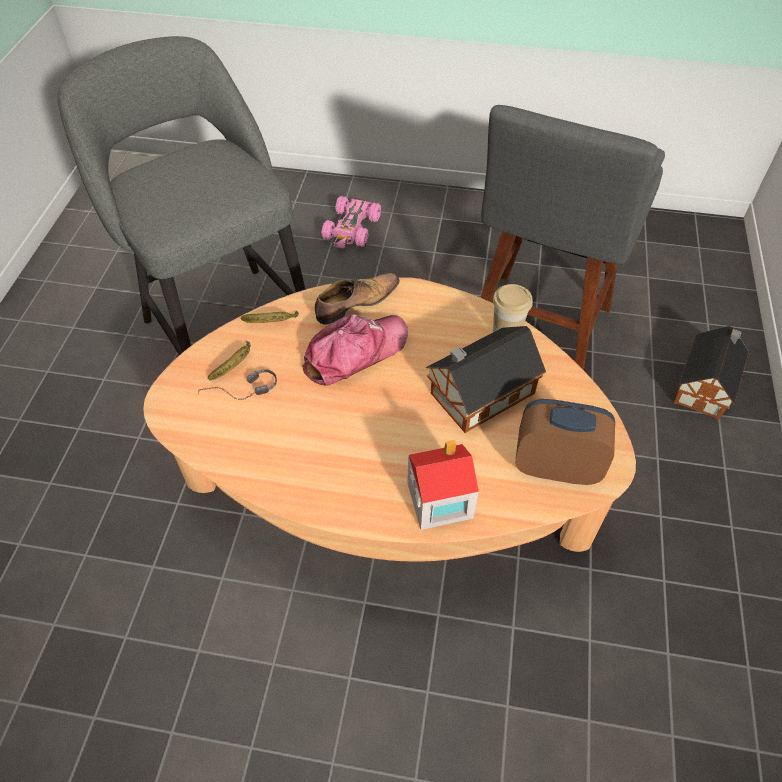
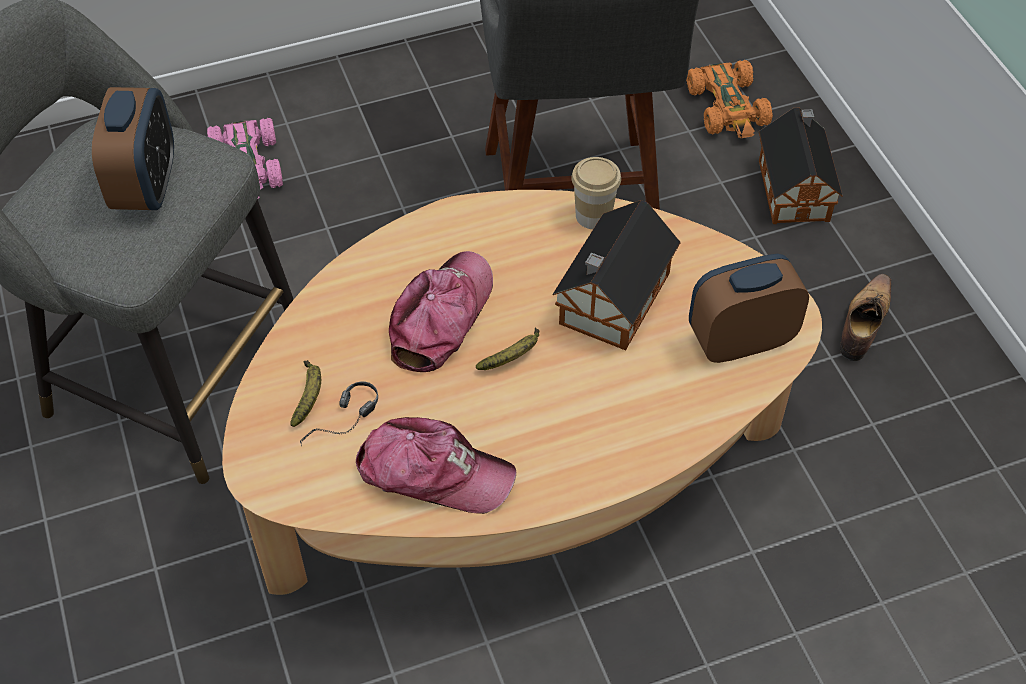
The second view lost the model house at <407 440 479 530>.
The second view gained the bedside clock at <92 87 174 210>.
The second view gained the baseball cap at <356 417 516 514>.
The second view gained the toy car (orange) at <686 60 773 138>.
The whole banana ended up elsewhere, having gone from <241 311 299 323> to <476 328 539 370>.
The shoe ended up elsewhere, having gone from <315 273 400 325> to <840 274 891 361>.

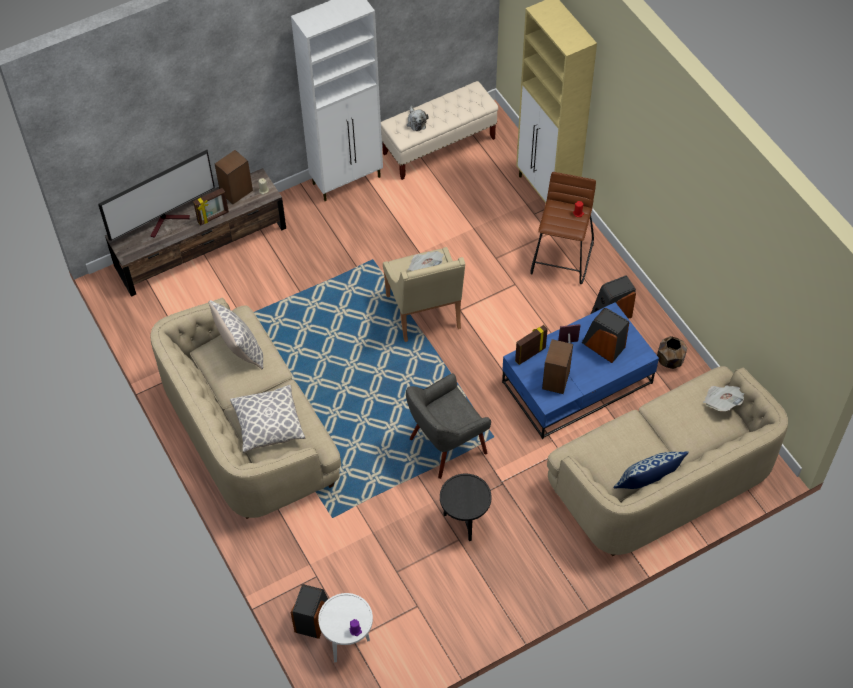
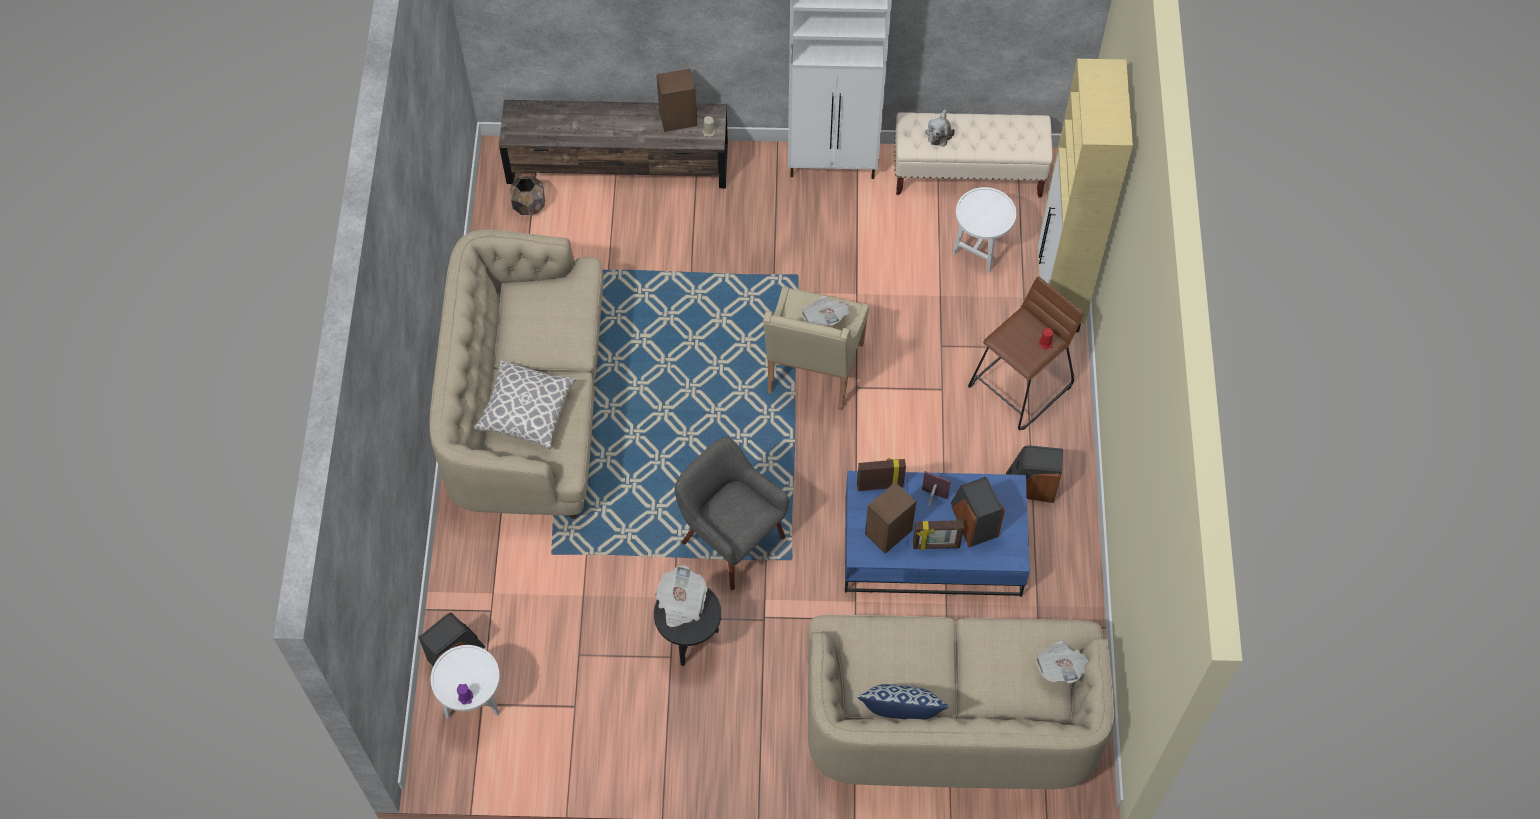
The second view lost the television at <98 150 215 241>.
The second view lost the cushion at <208 300 263 370>.
The second view gained the printed paper at <655 565 708 627>.
The second view gained the side table (white-coloured) at <952 187 1016 273>.
The standing frame ended up elsewhere, having gone from <193 188 229 226> to <913 520 964 550>.
The flower pot (brownish) ended up elsewhere, having gone from <657 336 687 369> to <510 176 545 215>.
The easy chair (greyish) at <406 373 491 479> ended up facing another way, 45 degrees clockwise from before.

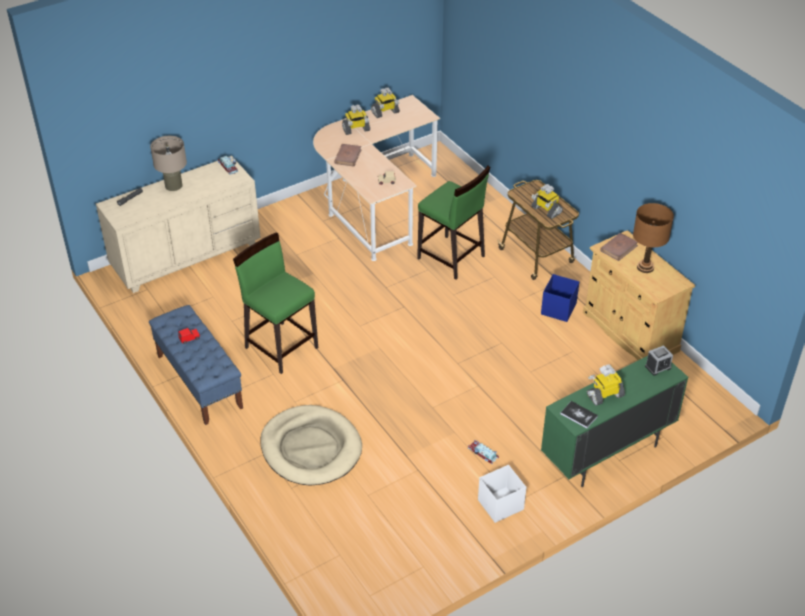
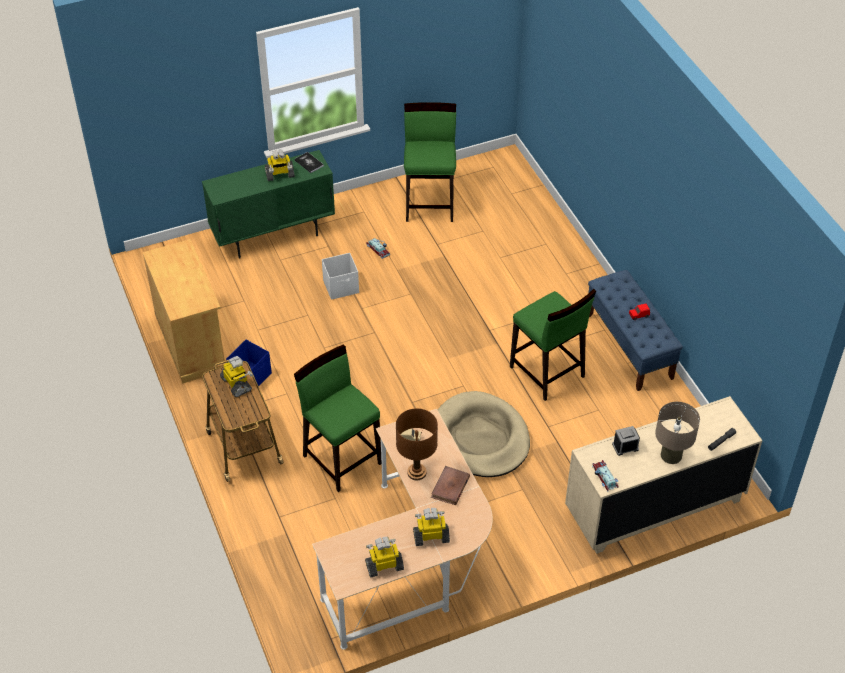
The second view lost the volume (brownish) at <600 233 638 261>.
The second view gained the stool (green-coloured) at <404 102 456 222>.
The dog bed (beige) ended up elsewhere, having gone from <260 405 362 486> to <438 391 530 477>.
The storage box (white-coloured) ended up elsewhere, having gone from <478 465 526 523> to <322 253 359 300>.
The tabletop lamp (brownish) ended up elsewhere, having gone from <633 203 674 273> to <396 408 438 480>.
The bedside clock ended up elsewhere, having gone from <645 345 673 376> to <612 426 640 456>.

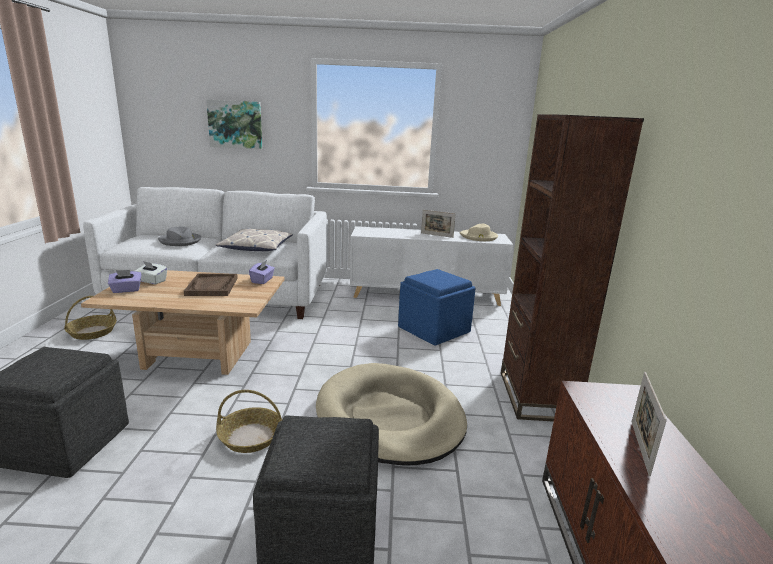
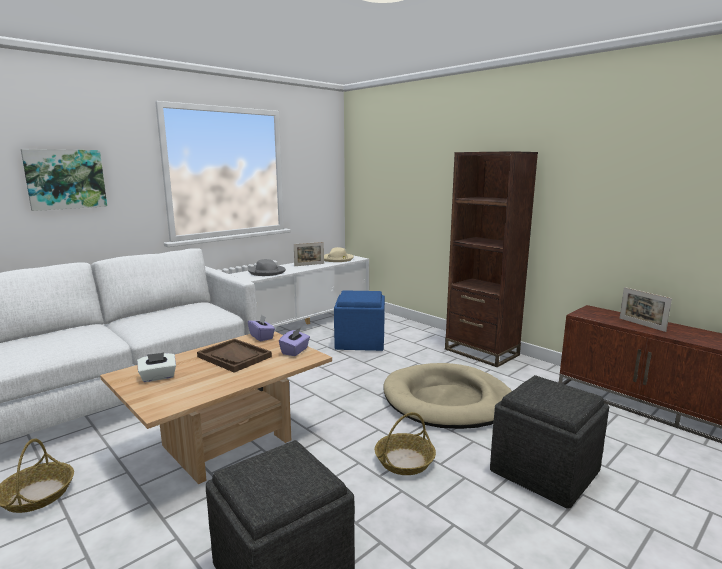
The second view lost the cushion at <216 228 293 251>.
The tissue box (purple) ended up elsewhere, having gone from <108 270 142 293> to <279 328 310 356>.
The hat (greyish) ended up elsewhere, having gone from <158 226 201 246> to <248 259 286 276>.

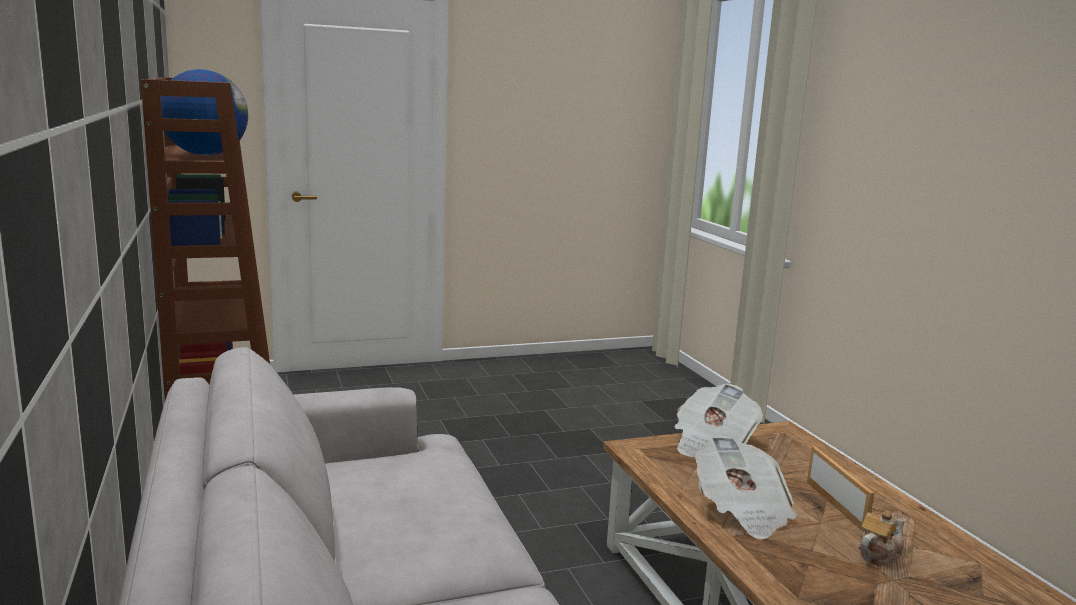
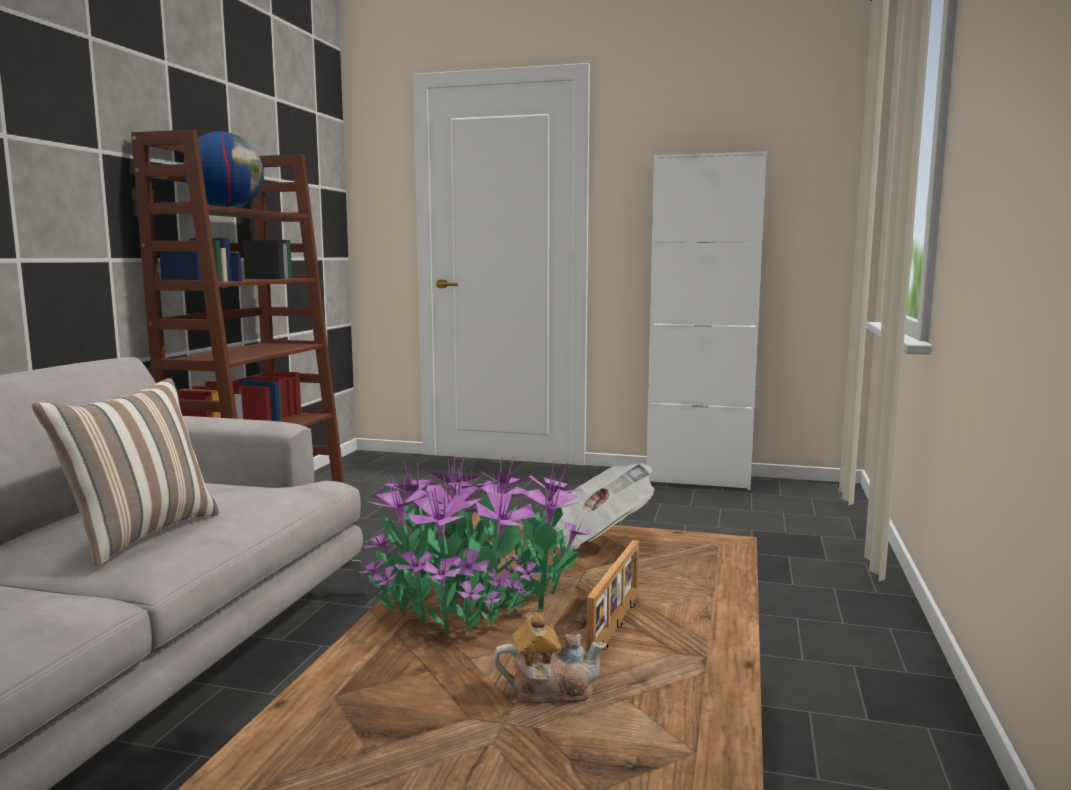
The second view gained the cushion at <32 378 219 566>.
The second view gained the storage cabinet (white-coloured) at <647 152 766 490>.
Where the printed paper stood at <695 435 797 540>, the plant in a pot came to stand at <359 456 591 633>.

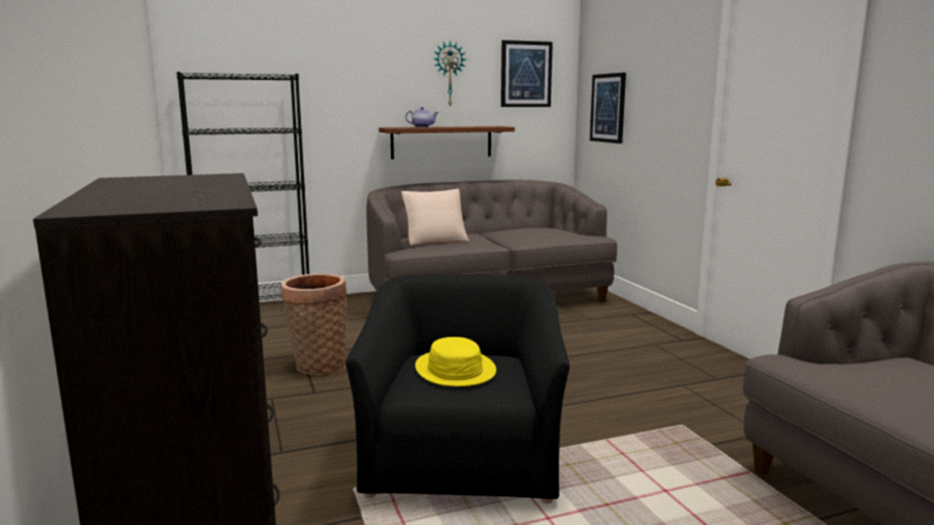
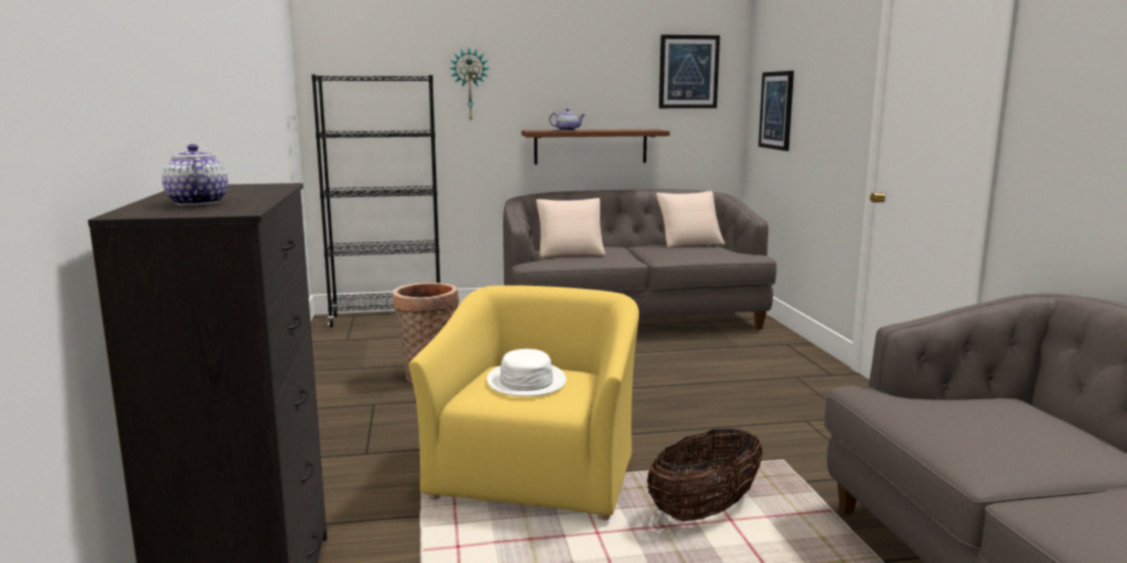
The second view gained the tea pot at <162 144 228 205>.
The second view gained the household basket at <647 429 763 521>.
The second view gained the cushion (beige) at <656 191 725 248>.
The clock on the wall ended up elsewhere, having gone from <434 41 467 108> to <449 48 490 121>.
What was the easy chair (black-coloured) at <346 274 570 504> turned into the easy chair (yellowish) at <409 285 639 520>.
What was the hat (yellowish) at <415 337 496 386> turned into the hat (white-coloured) at <487 349 566 396>.

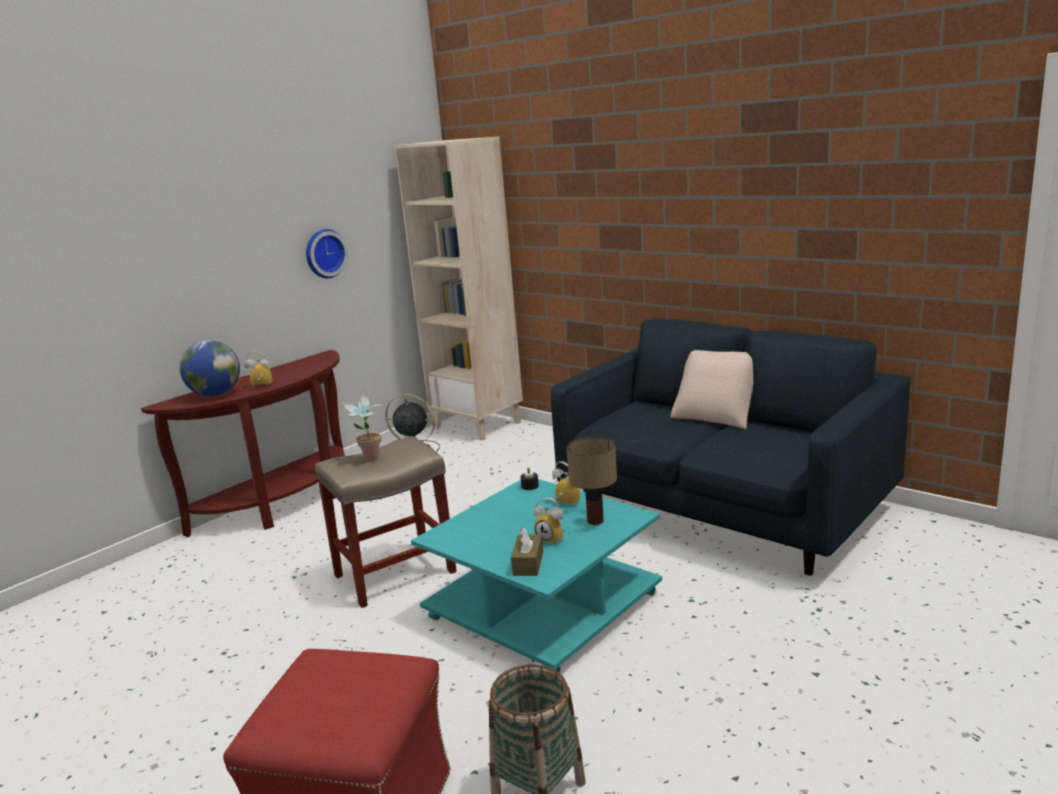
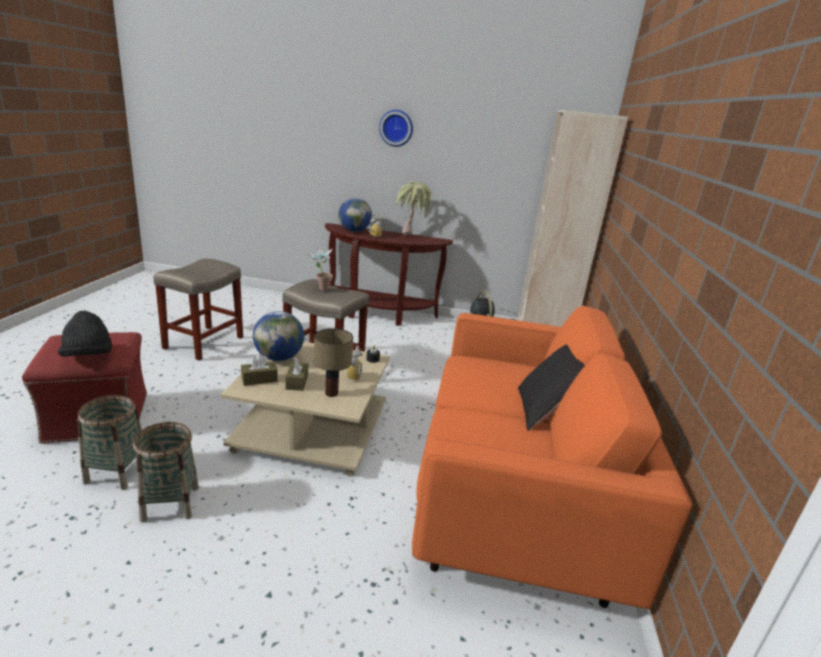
The second view gained the hat (black-coloured) at <58 310 112 357>.
The second view gained the household basket at <133 422 199 523>.
The second view gained the stool (beige) at <154 259 243 361>.
The second view gained the desk globe at <253 311 304 361>.
The second view gained the plant in a pot at <395 181 433 236>.
The clock on the wall ended up elsewhere, having gone from <306 229 348 278> to <379 110 413 147>.
Where the bedside clock stood at <534 498 564 545>, the tissue box (brownish) came to stand at <286 357 308 391>.
What was the low table (turquoise) at <411 479 662 673> turned into the low table (beige) at <220 342 390 476>.
What was the sofa (blue-coloured) at <551 318 910 576> turned into the sofa (orange) at <412 306 692 609>.
What was the cushion (beige) at <670 350 753 429> turned into the cushion (black-coloured) at <518 344 585 431>.

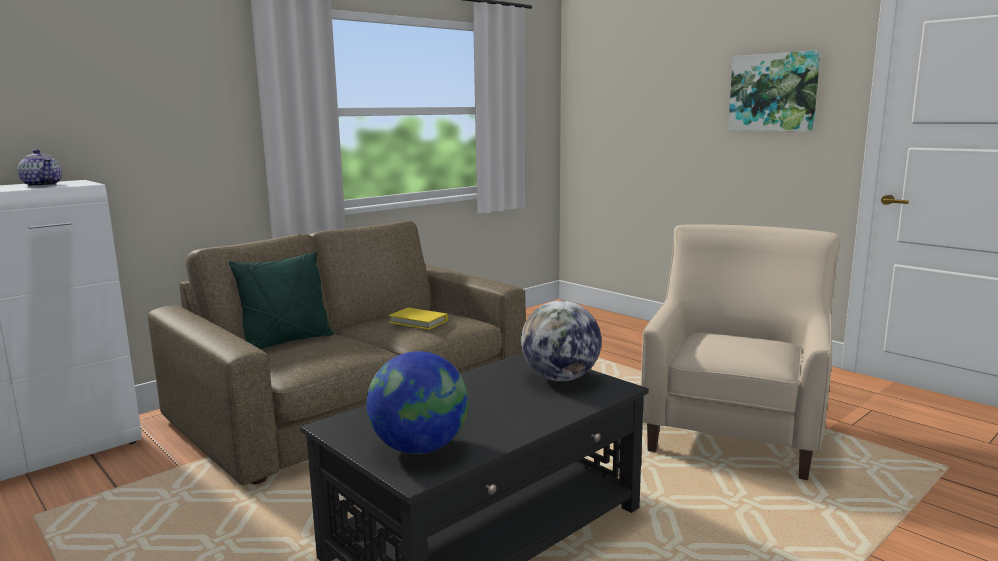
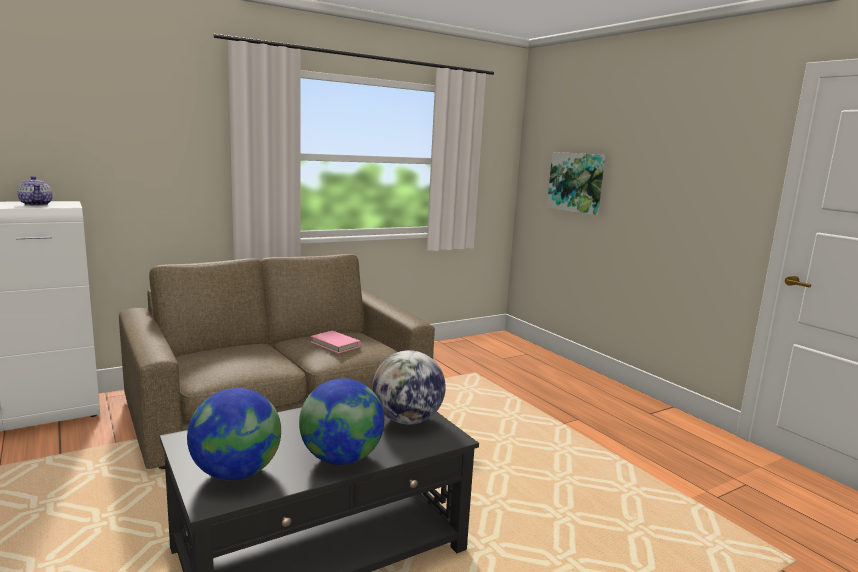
The second view lost the cushion (green-coloured) at <229 252 334 349>.
The second view lost the easy chair (beige) at <641 224 840 480>.
The second view gained the desk globe at <299 378 384 465>.
The wall art ended up elsewhere, having gone from <728 50 821 131> to <547 152 605 216>.
What was the volume (yellowish) at <388 308 448 330> turned into the volume (pink-coloured) at <311 331 361 354>.

